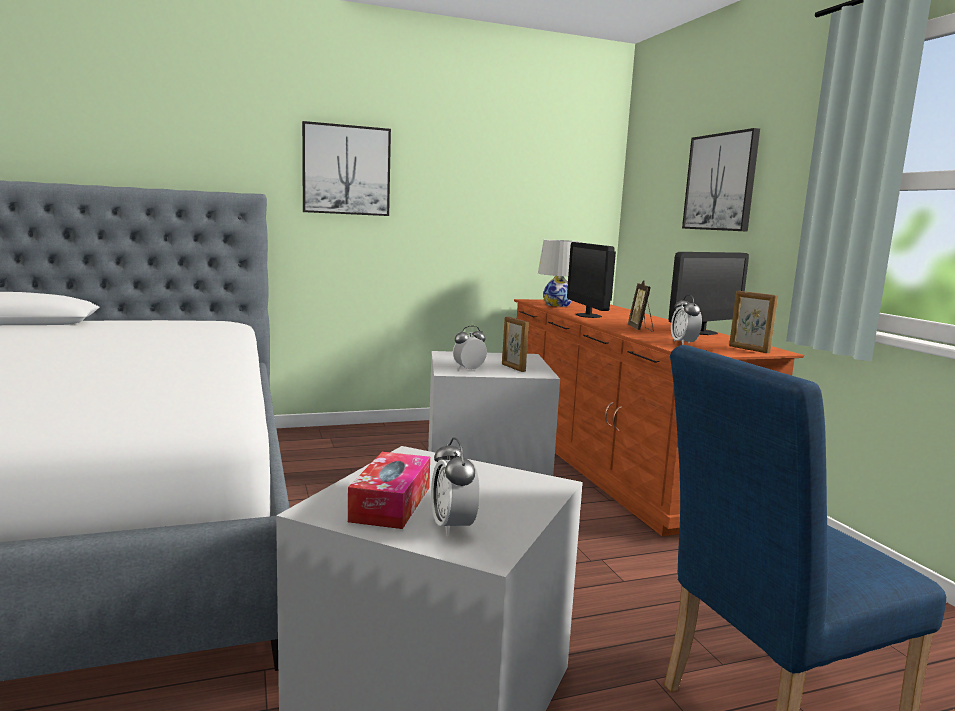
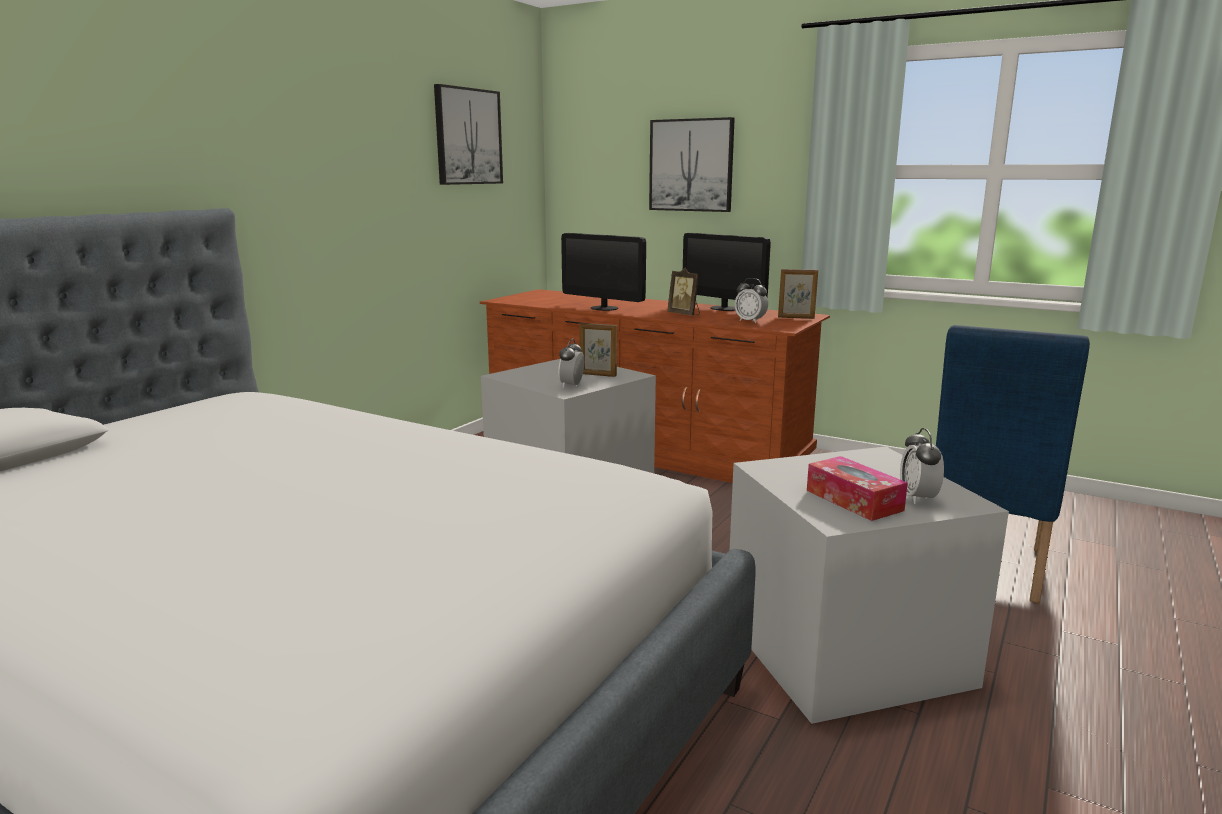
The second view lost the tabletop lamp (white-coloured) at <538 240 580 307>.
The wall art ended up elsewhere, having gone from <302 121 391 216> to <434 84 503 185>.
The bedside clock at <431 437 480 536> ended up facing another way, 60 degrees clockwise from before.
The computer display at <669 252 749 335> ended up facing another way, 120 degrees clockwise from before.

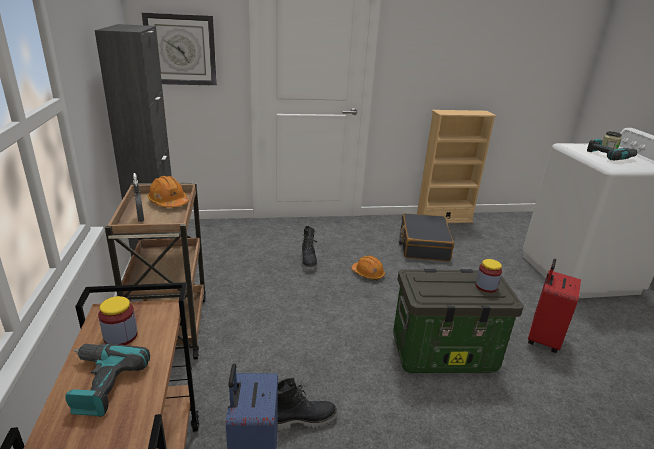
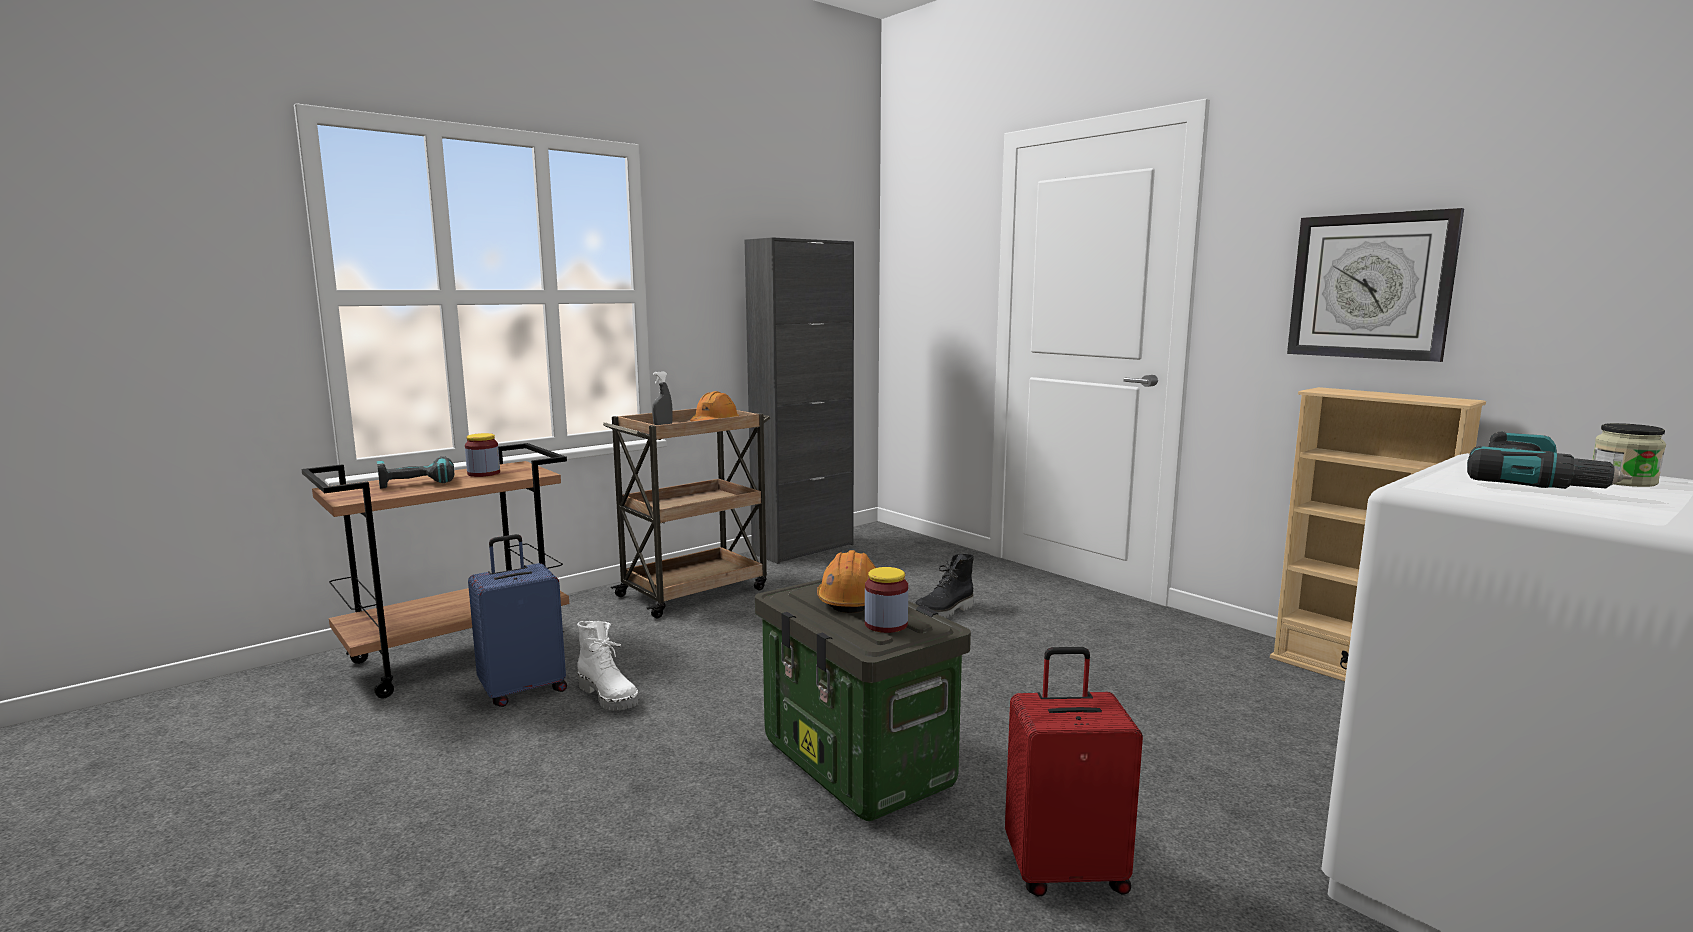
The second view lost the piece of luggage (black-coloured) at <399 213 454 261>.
The clock on the wall ended up elsewhere, having gone from <142 12 217 86> to <1287 208 1464 362>.
The work helmet (orange) ended up elsewhere, having gone from <351 256 385 280> to <817 550 876 613>.
What was the tall boot (black-coloured) at <278 377 338 431> turned into the tall boot (white-coloured) at <577 621 639 711>.

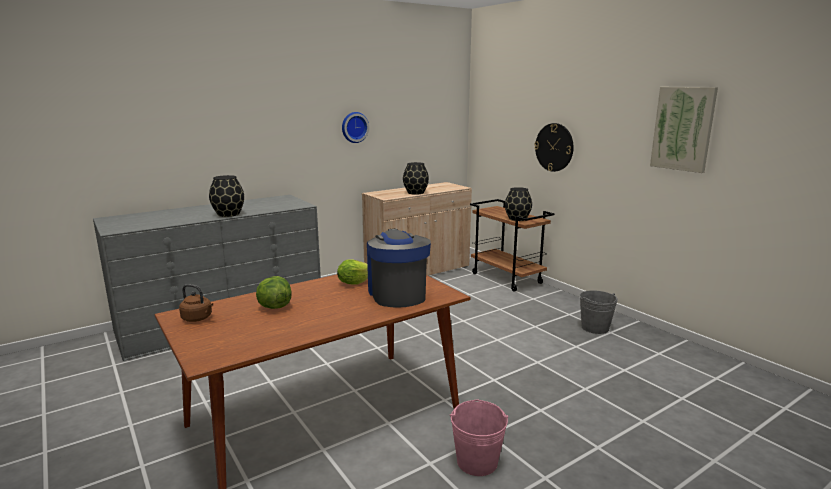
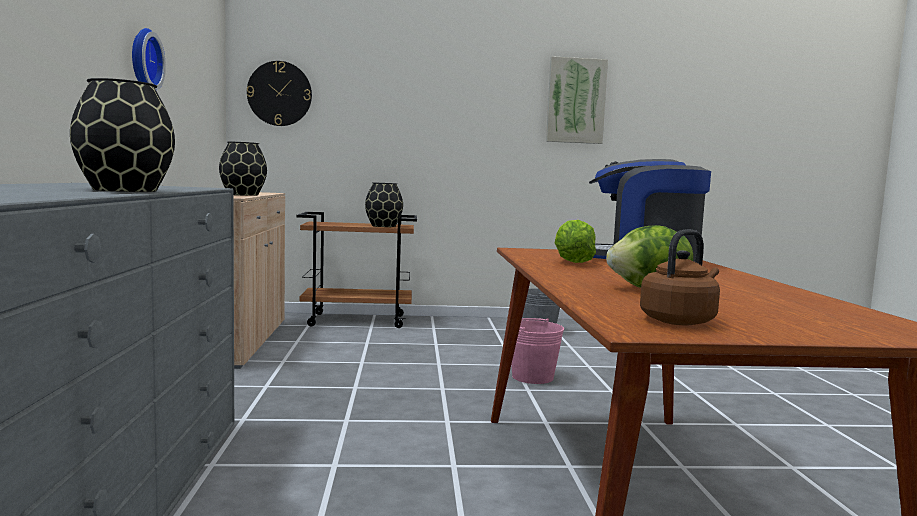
The water bucket (pink-coloured) ended up elsewhere, having gone from <450 399 508 476> to <511 318 564 384>.
The clock on the wall ended up elsewhere, having gone from <534 123 574 172> to <247 61 312 126>.

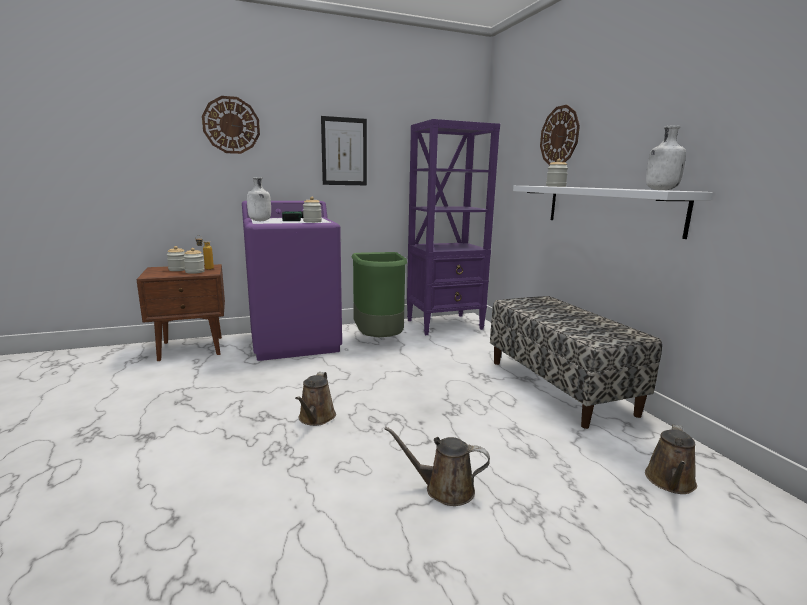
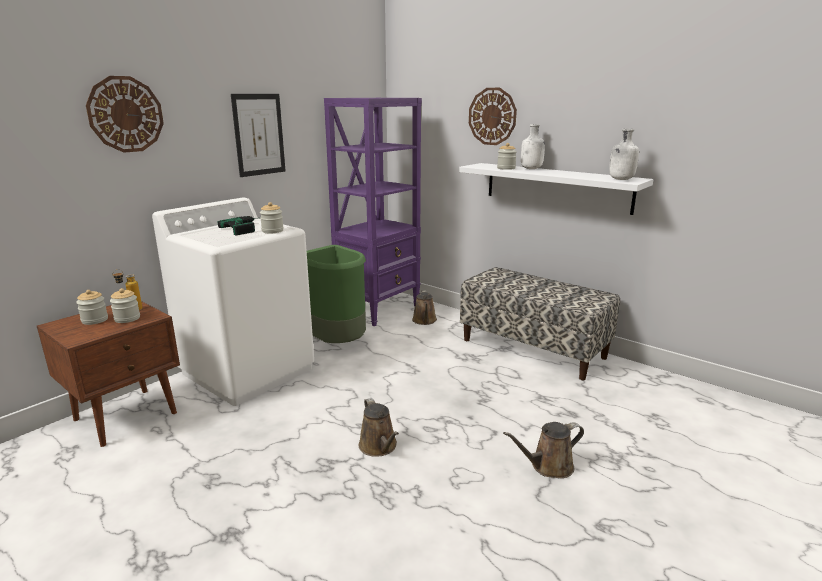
The bottle (white-coloured) ended up elsewhere, having gone from <247 177 271 221> to <521 124 545 169>.
The sprinkling can (brownish) ended up elsewhere, having gone from <645 424 697 494> to <412 290 437 325>.
What was the washing machine (purple) at <242 201 342 361> turned into the washing machine (white-coloured) at <152 197 314 406>.

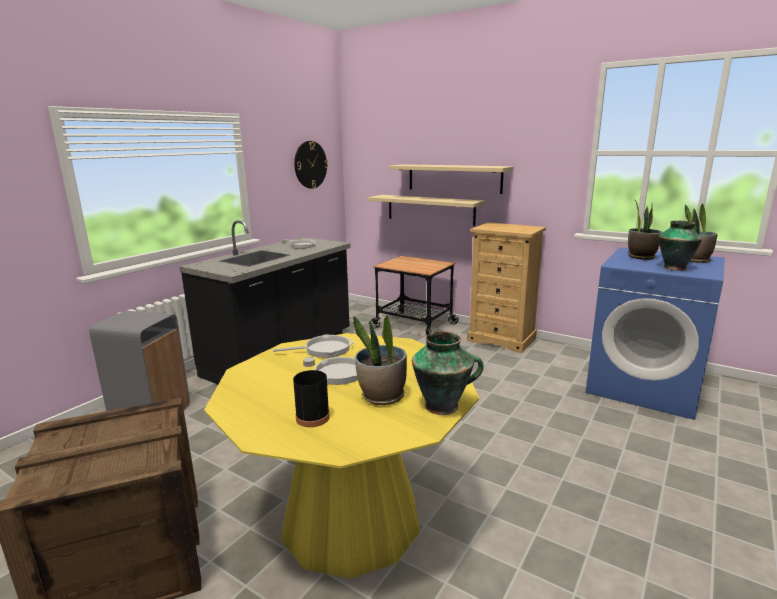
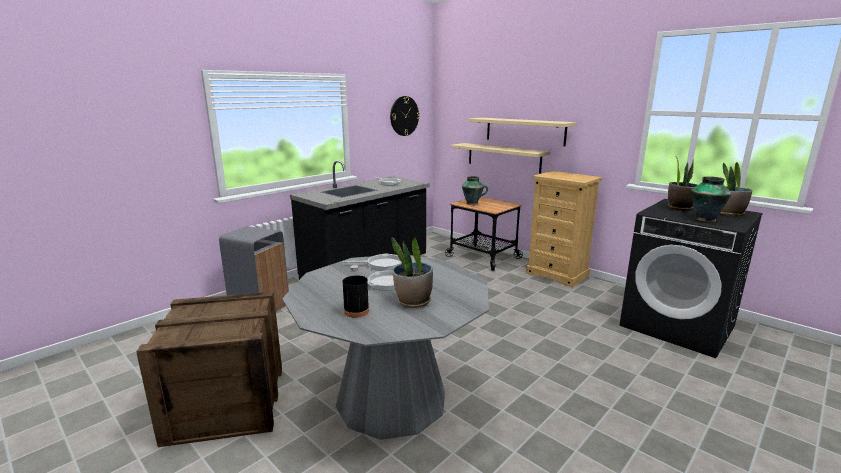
The decorative vase ended up elsewhere, having gone from <412 331 484 415> to <462 176 488 205>.
What was the dining table (yellowish) at <204 333 479 579> turned into the dining table (greyish) at <282 255 489 440>.
What was the washing machine (blue-coloured) at <586 248 725 420> turned into the washing machine (black-coloured) at <619 199 763 358>.

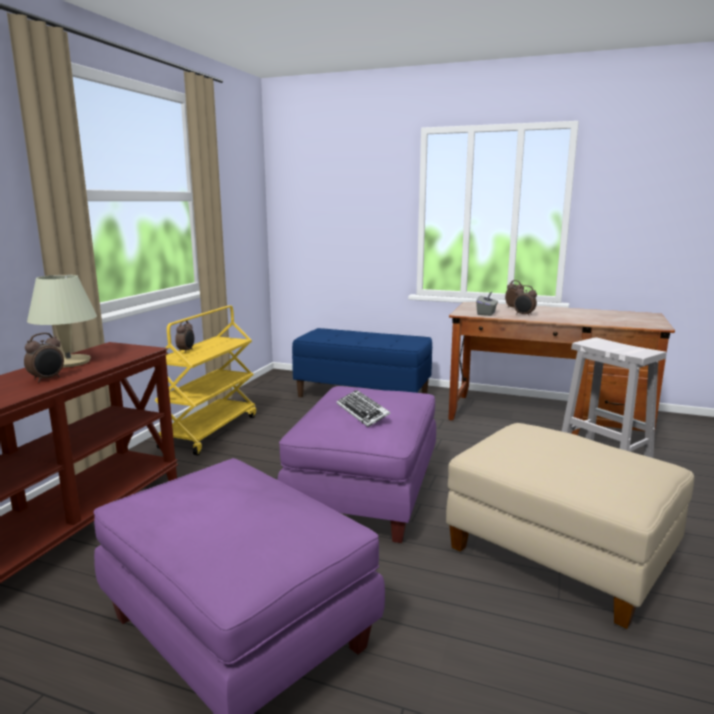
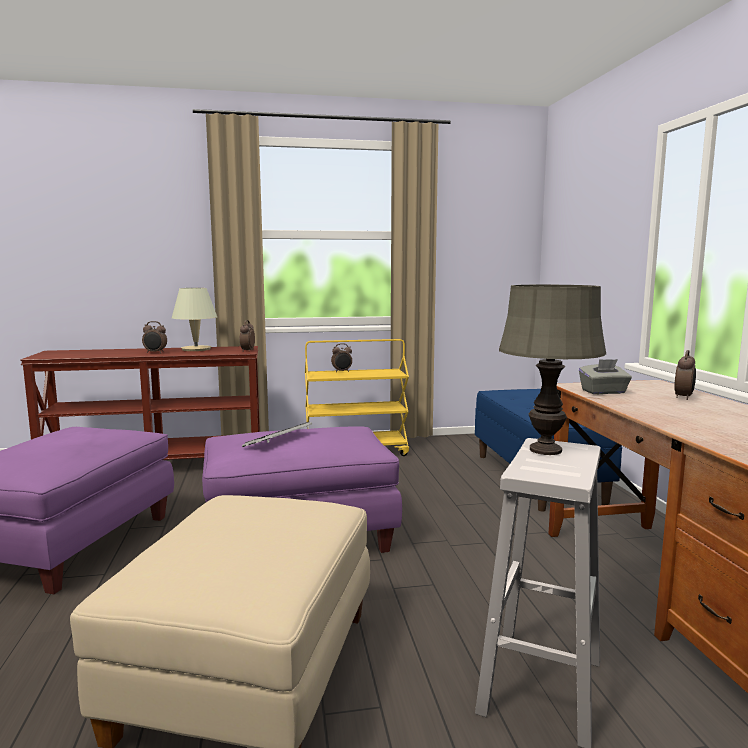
The second view gained the tabletop lamp (greyish) at <499 285 606 455>.
The bedside clock ended up elsewhere, having gone from <513 285 537 316> to <240 320 255 352>.

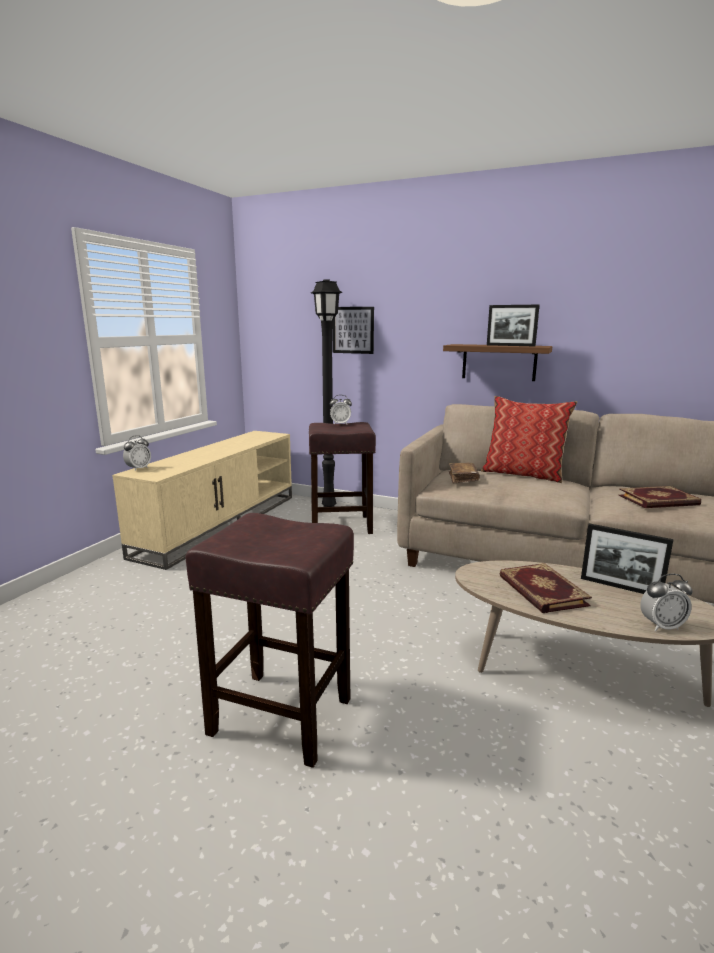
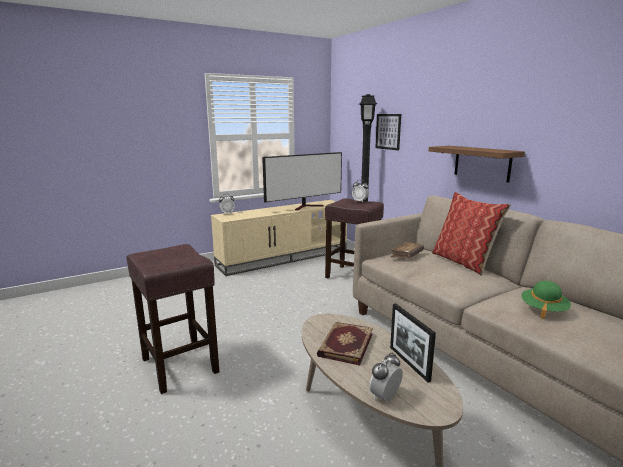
The second view lost the standing frame at <487 305 540 346>.
The second view gained the television at <262 152 342 210>.
Where the volume stood at <618 486 701 508>, the hat (green-coloured) came to stand at <521 281 571 319>.
The bedside clock at <640 574 693 631> ended up facing another way, 105 degrees clockwise from before.

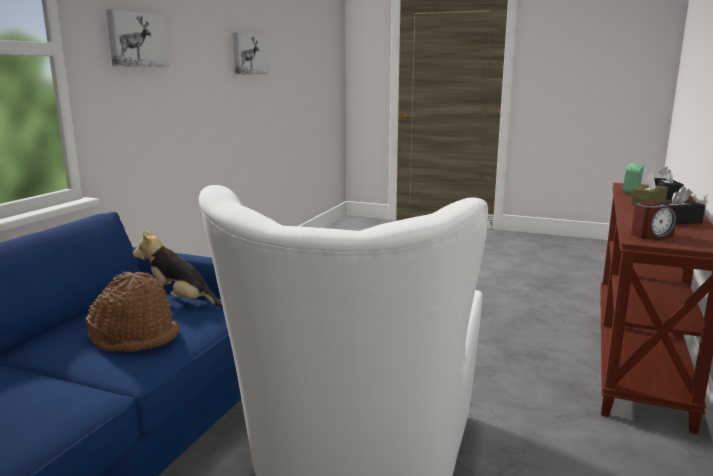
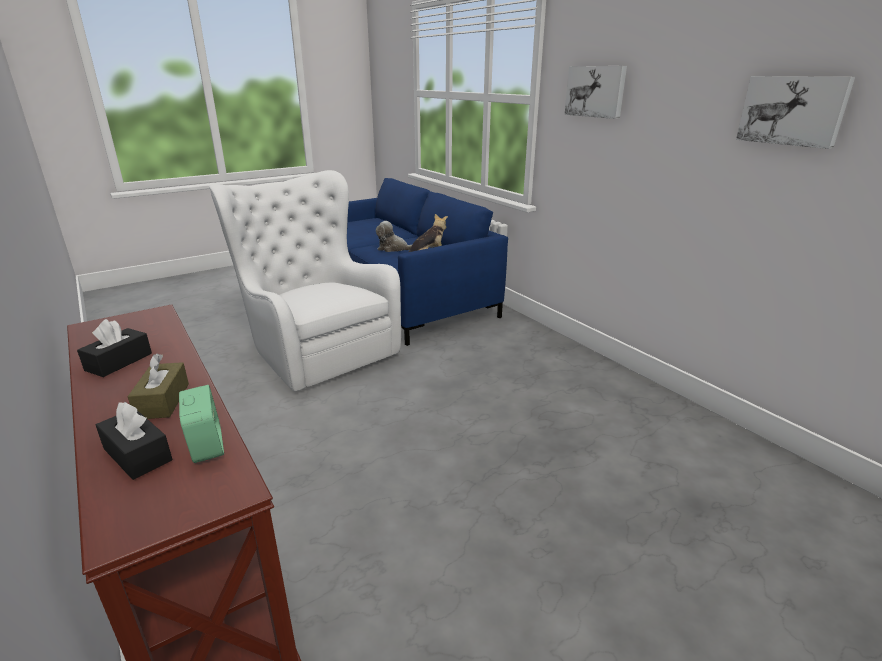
The second view lost the bedside clock at <631 202 676 239>.
Where the hat (brownish) stood at <86 272 179 352>, the cuddly toy came to stand at <376 221 413 252>.

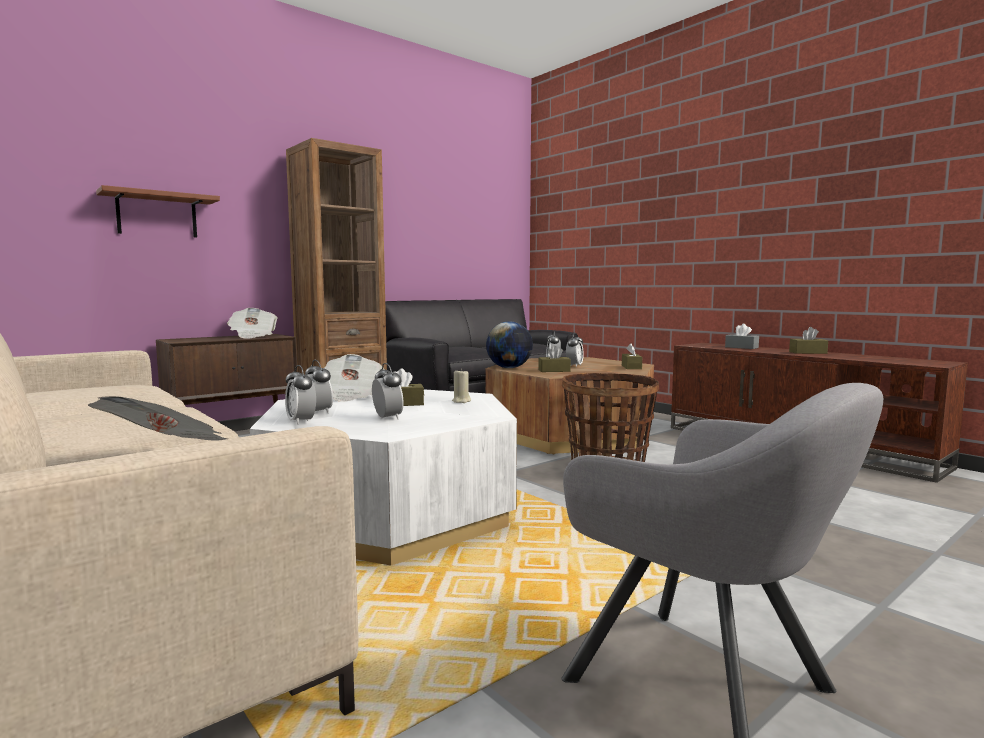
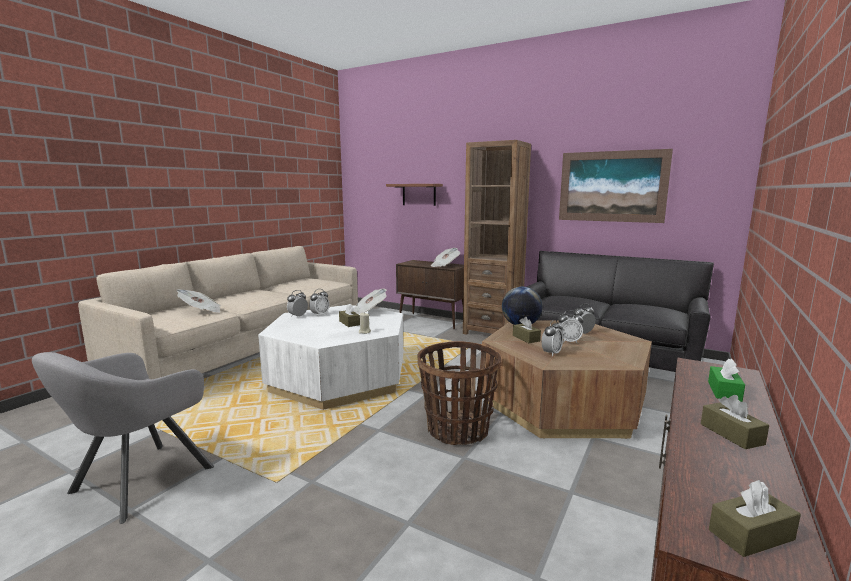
The second view gained the wall art at <559 149 673 223>.
The bedside clock ended up elsewhere, having gone from <372 363 404 420> to <542 320 563 357>.
The tissue box (brownish) ended up elsewhere, having gone from <622 343 642 369> to <709 480 801 557>.
What was the tissue box (greyish) at <725 324 759 349> turned into the tissue box (green-coloured) at <708 359 745 402>.

